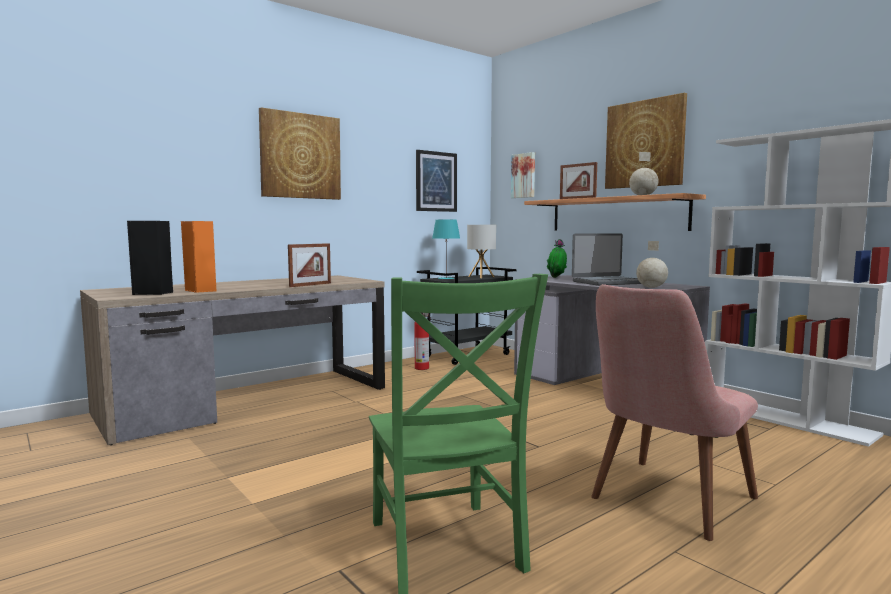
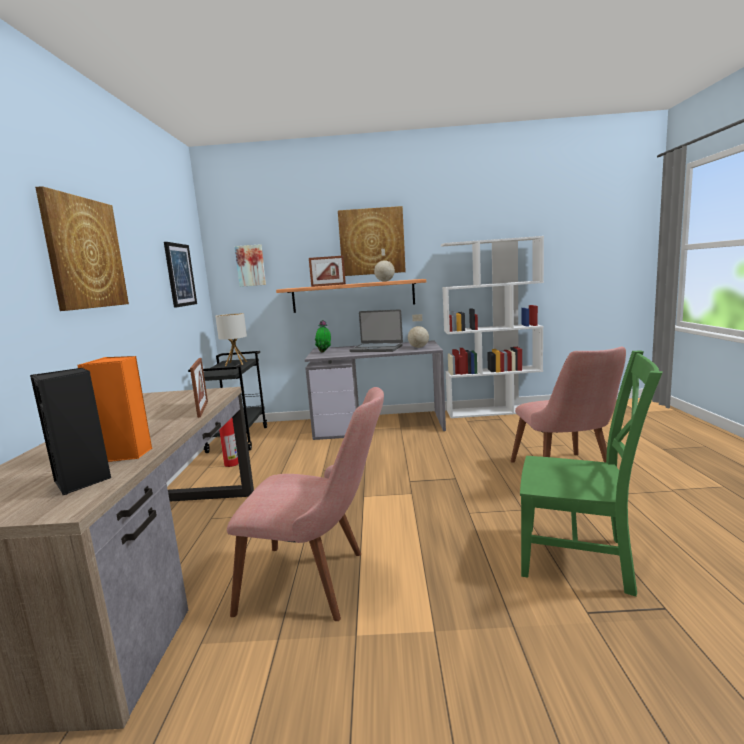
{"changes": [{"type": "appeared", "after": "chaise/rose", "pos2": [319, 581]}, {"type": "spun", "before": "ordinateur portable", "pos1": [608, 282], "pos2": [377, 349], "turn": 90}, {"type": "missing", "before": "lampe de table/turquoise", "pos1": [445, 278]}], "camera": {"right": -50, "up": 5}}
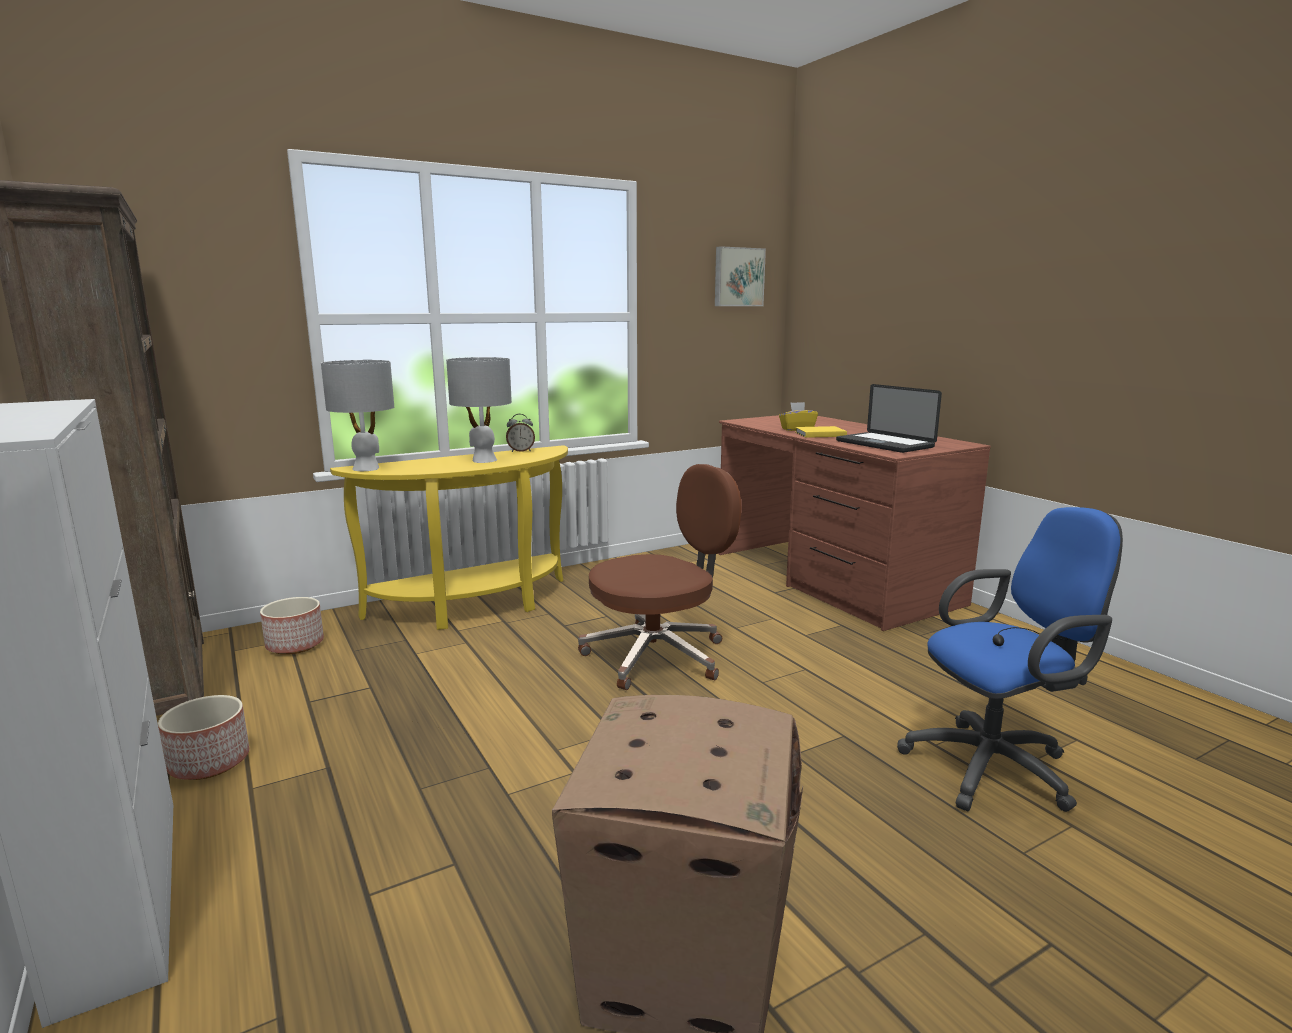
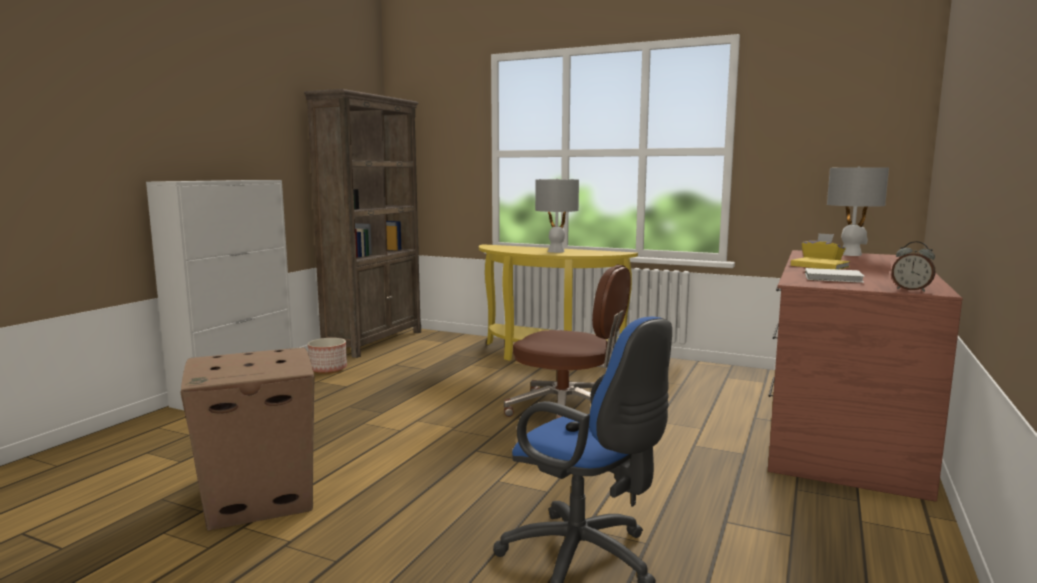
{"changes": [{"type": "exchanged", "before": "ordinateur portable", "after": "livre/blanc", "pos1": [884, 444], "pos2": [835, 278]}, {"type": "relocated", "before": "lampe de table/gris", "pos1": [366, 468], "pos2": [850, 254]}, {"type": "relocated", "before": "réveil", "pos1": [521, 451], "pos2": [911, 290]}, {"type": "missing", "before": "cache-pot", "pos1": [295, 645]}, {"type": "missing", "before": "tableau", "pos1": [738, 277]}], "camera": {"right": 55, "up": -5}}
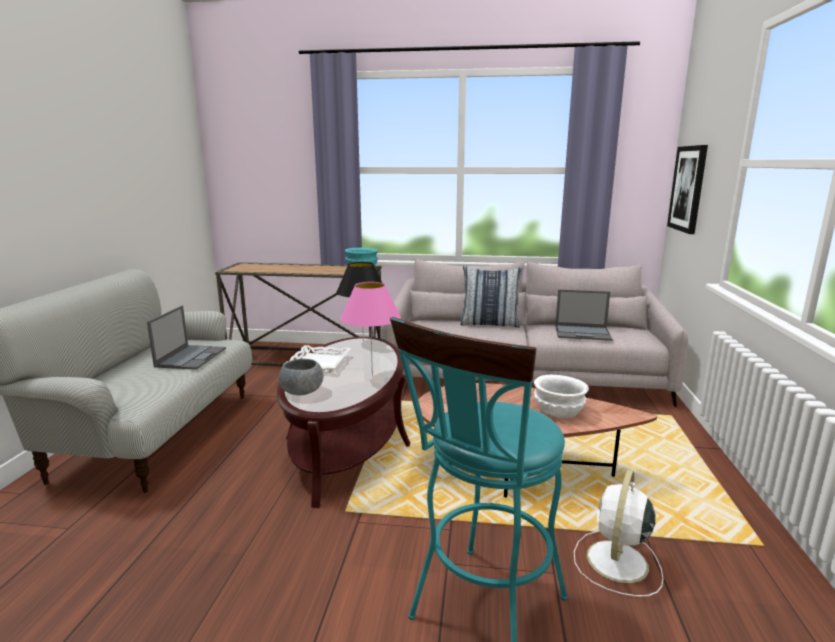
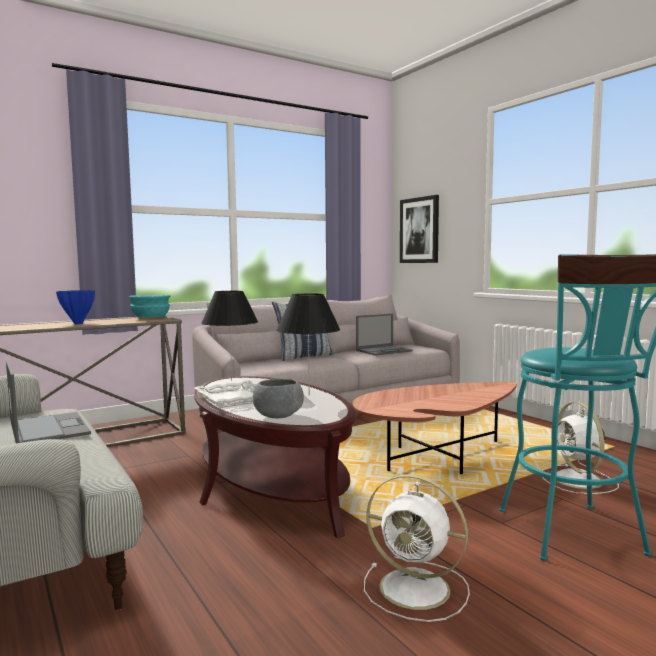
{"changes": [{"type": "appeared", "after": "vase/bleu", "pos2": [77, 323]}, {"type": "colour", "before": "lampe de table/rose", "after": "lampe de table/noir", "pos1": [372, 376], "pos2": [309, 395]}, {"type": "appeared", "after": "ventilateur/blanc", "pos2": [417, 589]}, {"type": "missing", "before": "bol/blanc", "pos1": [558, 410]}], "camera": {"right": -40, "up": -10}}
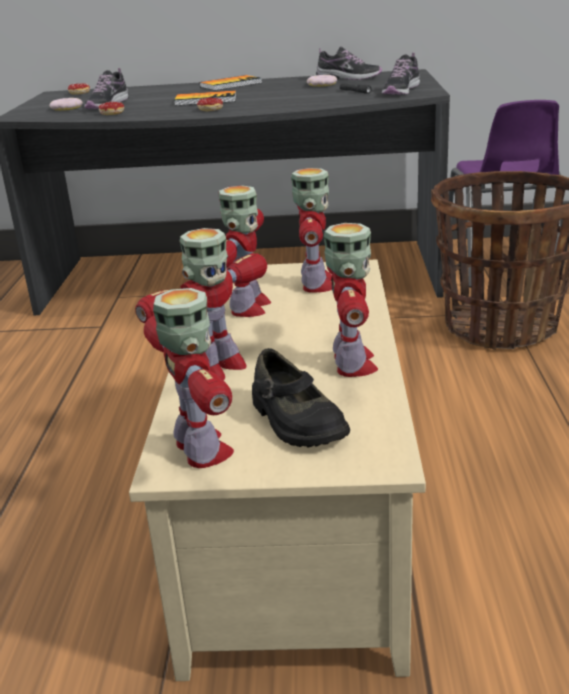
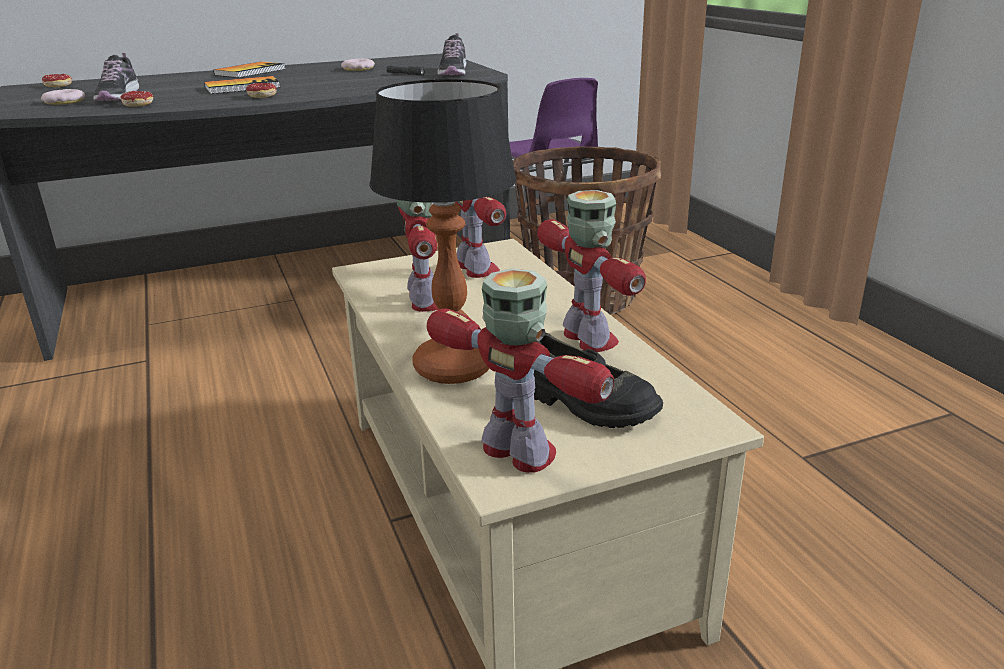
{"changes": [{"type": "exchanged", "before": "robot jouet", "after": "lampe de table", "pos1": [217, 368], "pos2": [452, 367]}, {"type": "missing", "before": "chaussure", "pos1": [348, 78]}], "camera": {"right": -25, "up": 0}}
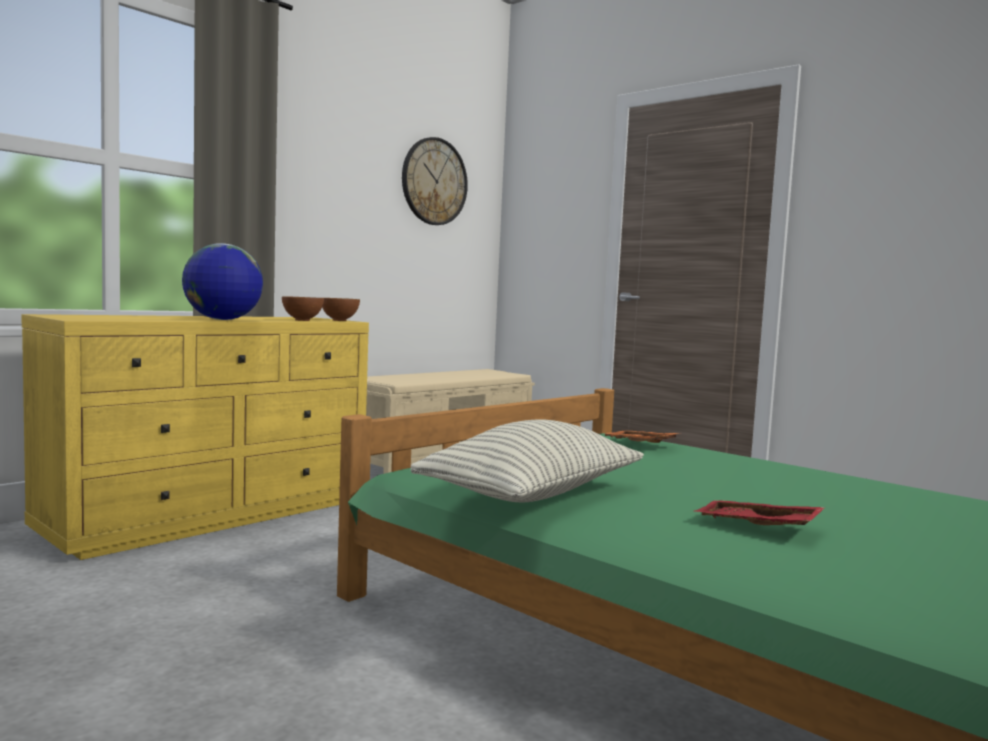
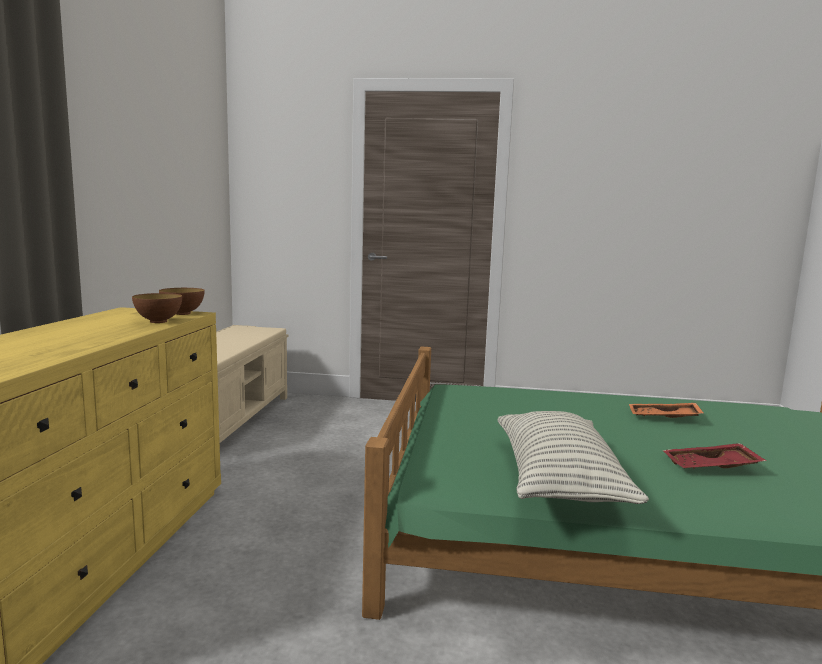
{"changes": [{"type": "relocated", "before": "plateau/orange", "pos1": [638, 444], "pos2": [663, 418]}, {"type": "missing", "before": "globe", "pos1": [222, 320]}, {"type": "missing", "before": "horloge murale", "pos1": [434, 181]}], "camera": {"right": -35, "up": 5}}
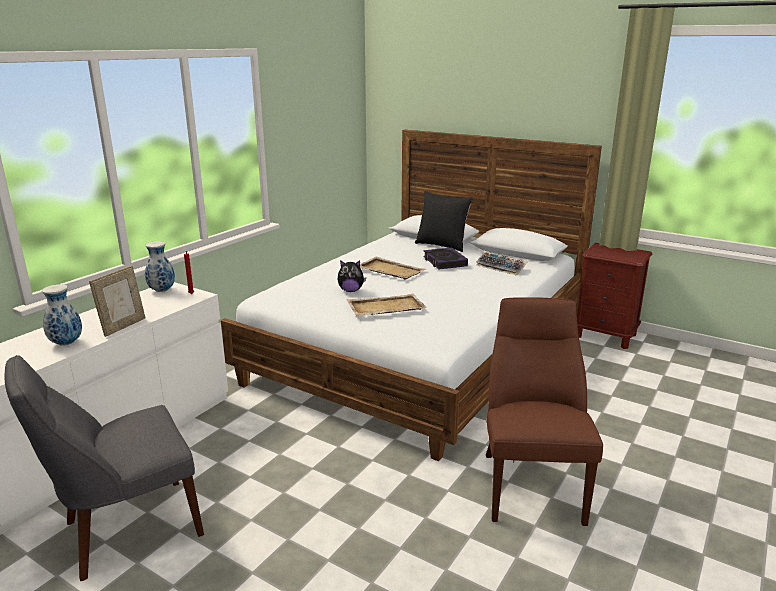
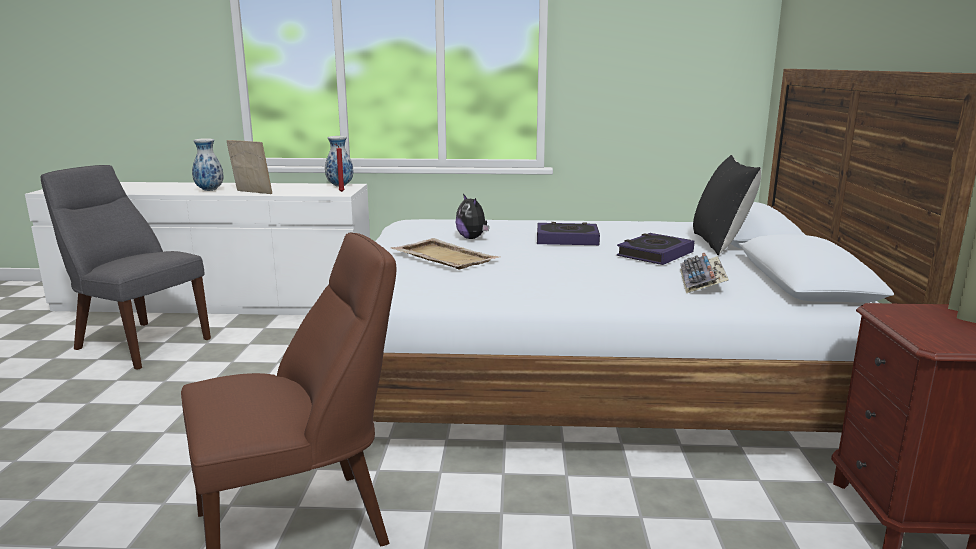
{"changes": [{"type": "spun", "before": "cadre photo", "pos1": [123, 326], "pos2": [252, 193], "turn": -150}, {"type": "exchanged", "before": "plateau/beige", "after": "livre", "pos1": [389, 270], "pos2": [567, 239]}], "camera": {"right": 60, "up": -5}}
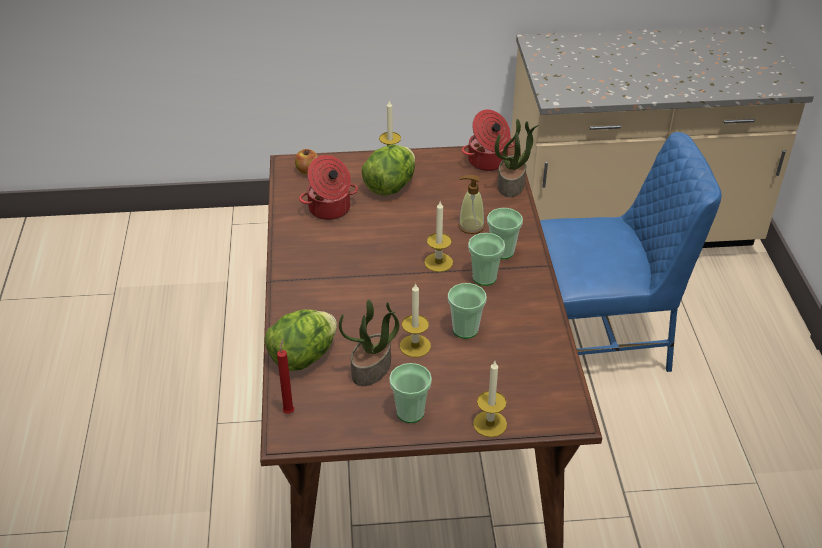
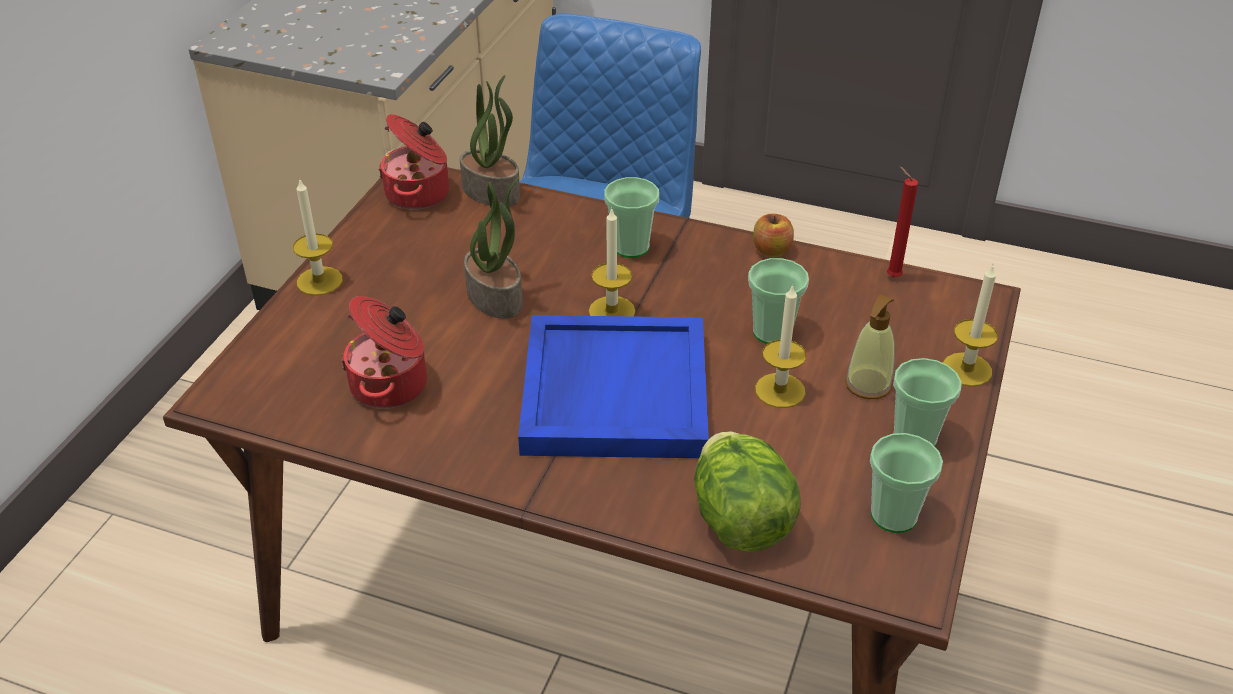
{"changes": [{"type": "relocated", "before": "plante en pot", "pos1": [371, 369], "pos2": [496, 297]}, {"type": "appeared", "after": "plateau/bleu", "pos2": [613, 391]}, {"type": "relocated", "before": "pomme", "pos1": [307, 171], "pos2": [771, 250]}, {"type": "relocated", "before": "distributeur de savon", "pos1": [471, 226], "pos2": [868, 385]}, {"type": "relocated", "before": "tasse", "pos1": [484, 277], "pos2": [894, 515]}, {"type": "relocated", "before": "bougie/rouge", "pos1": [289, 411], "pos2": [891, 276]}, {"type": "missing", "before": "laitue", "pos1": [390, 186]}], "camera": {"right": -65, "up": 0}}
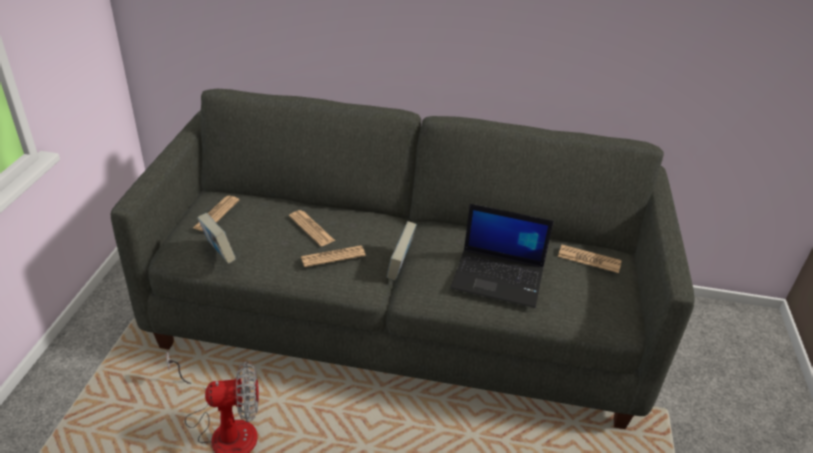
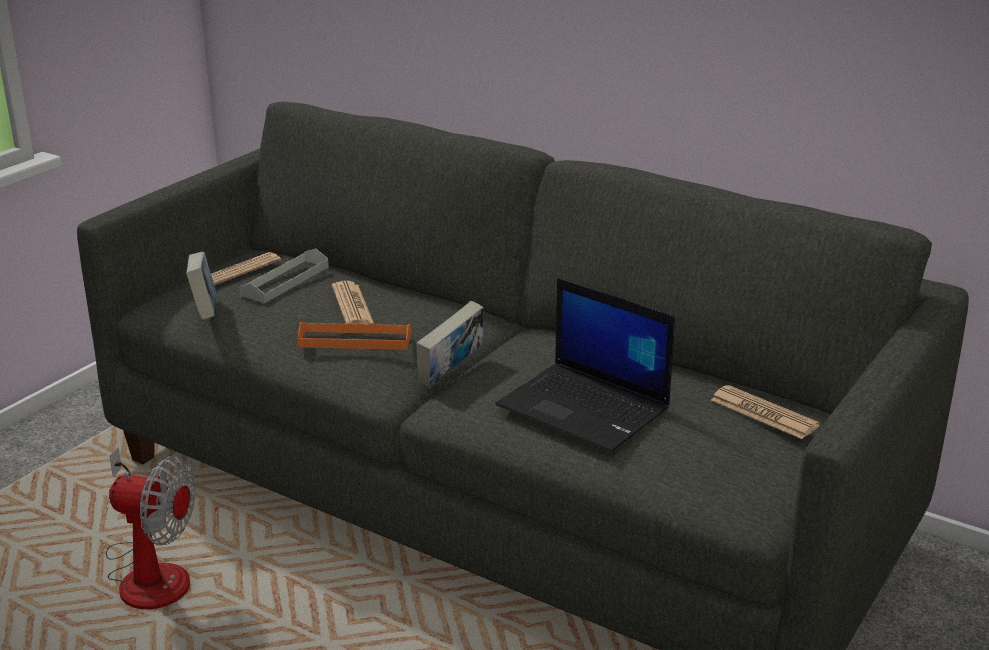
{"changes": [{"type": "appeared", "after": "plateau/gris", "pos2": [285, 281]}, {"type": "exchanged", "before": "journal", "after": "plateau/orange", "pos1": [333, 256], "pos2": [355, 340]}], "camera": {"right": 25, "up": -10}}
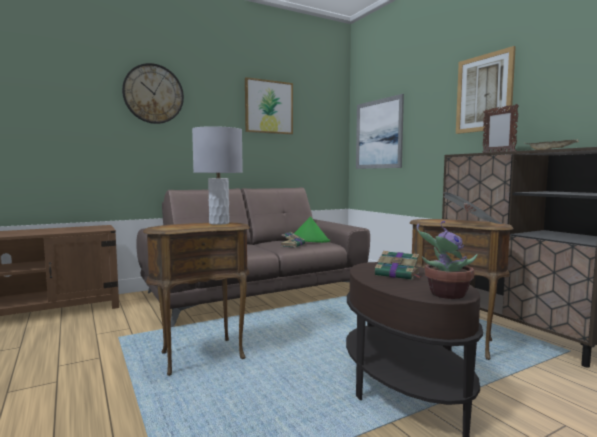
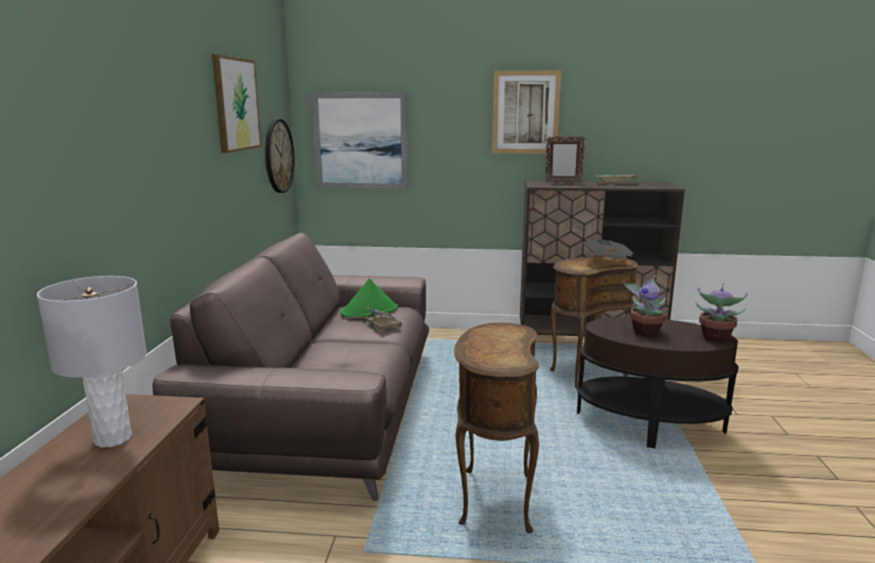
{"changes": [{"type": "relocated", "before": "lampe de table/gris", "pos1": [219, 223], "pos2": [112, 439]}, {"type": "relocated", "before": "horloge murale", "pos1": [153, 94], "pos2": [278, 156]}, {"type": "exchanged", "before": "livre", "after": "plante en pot", "pos1": [398, 274], "pos2": [644, 331]}], "camera": {"right": -55, "up": 10}}
